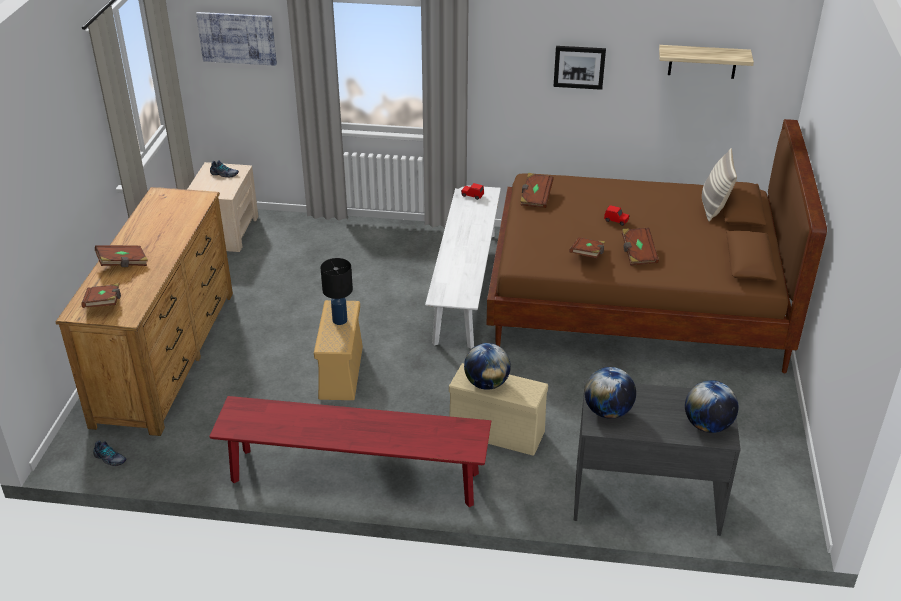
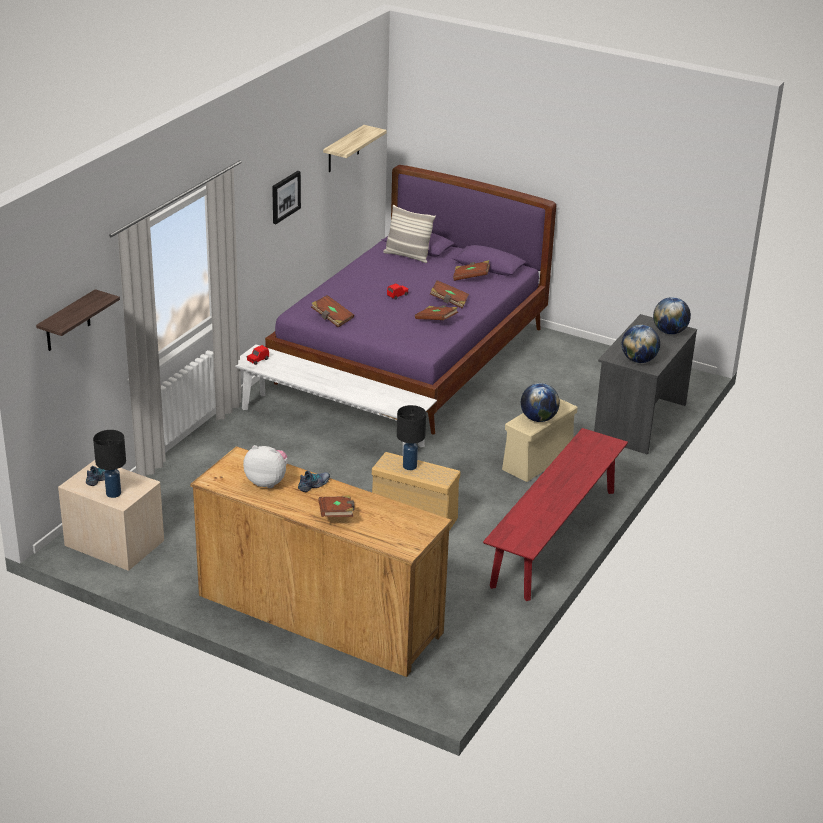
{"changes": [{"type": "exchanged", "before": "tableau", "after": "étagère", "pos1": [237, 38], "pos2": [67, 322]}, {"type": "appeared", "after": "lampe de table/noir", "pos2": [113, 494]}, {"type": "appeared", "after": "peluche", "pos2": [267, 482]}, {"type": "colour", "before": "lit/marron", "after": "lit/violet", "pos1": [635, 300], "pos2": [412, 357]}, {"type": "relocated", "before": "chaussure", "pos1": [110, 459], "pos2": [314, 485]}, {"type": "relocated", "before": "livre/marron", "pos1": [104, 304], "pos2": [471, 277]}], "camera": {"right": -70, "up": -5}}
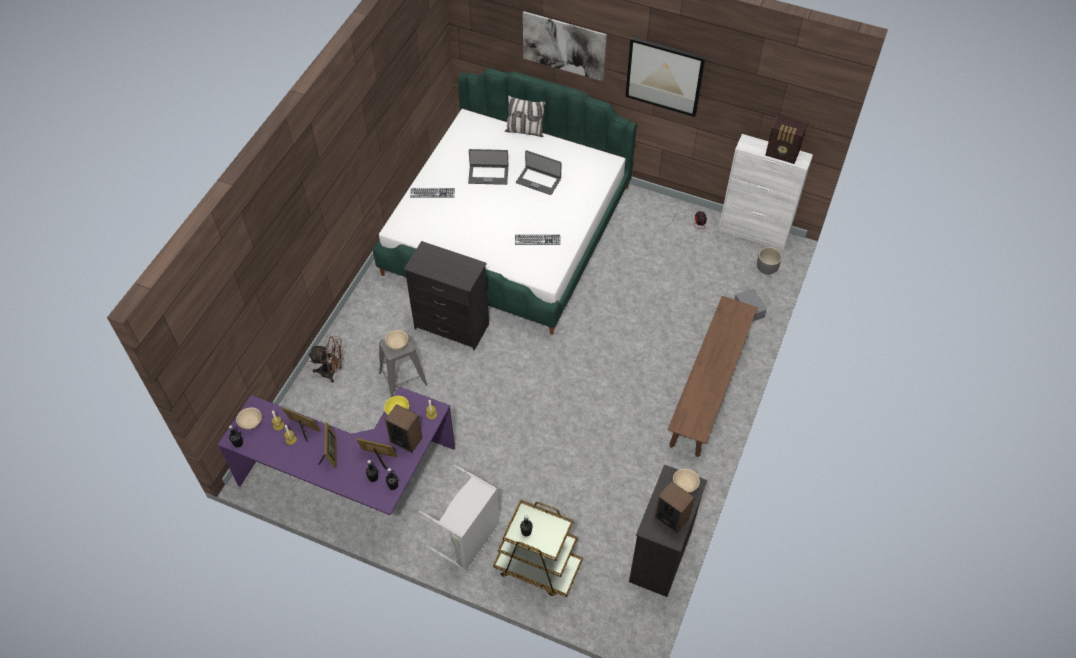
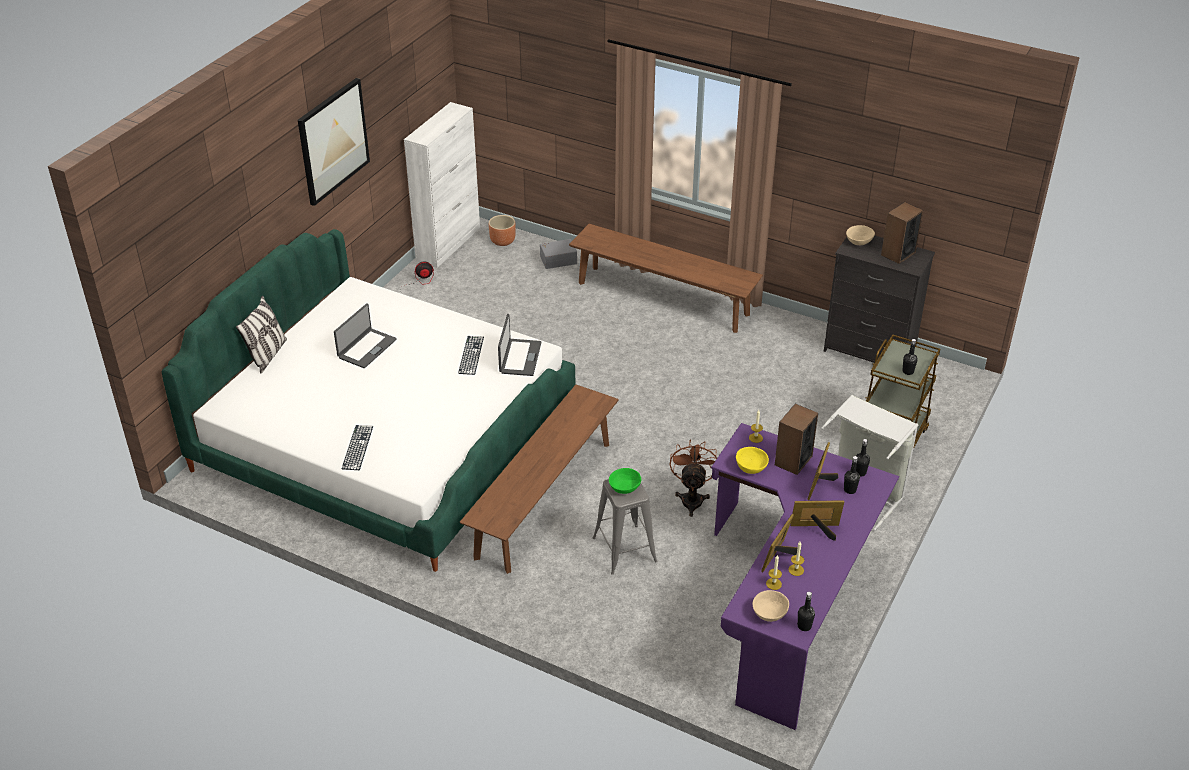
{"changes": [{"type": "exchanged", "before": "commode/noir", "after": "banc/marron", "pos1": [452, 327], "pos2": [544, 499]}, {"type": "colour", "before": "cache-pot/gris", "after": "cache-pot/marron", "pos1": [766, 268], "pos2": [502, 241]}, {"type": "relocated", "before": "ordinateur portable", "pos1": [488, 174], "pos2": [519, 358]}, {"type": "colour", "before": "bol/beige", "after": "bol/vert", "pos1": [398, 344], "pos2": [625, 488]}, {"type": "relocated", "before": "ventilateur/marron", "pos1": [332, 371], "pos2": [692, 498]}, {"type": "missing", "before": "tableau", "pos1": [564, 46]}, {"type": "missing", "before": "radio", "pos1": [782, 154]}], "camera": {"right": -85, "up": -15}}
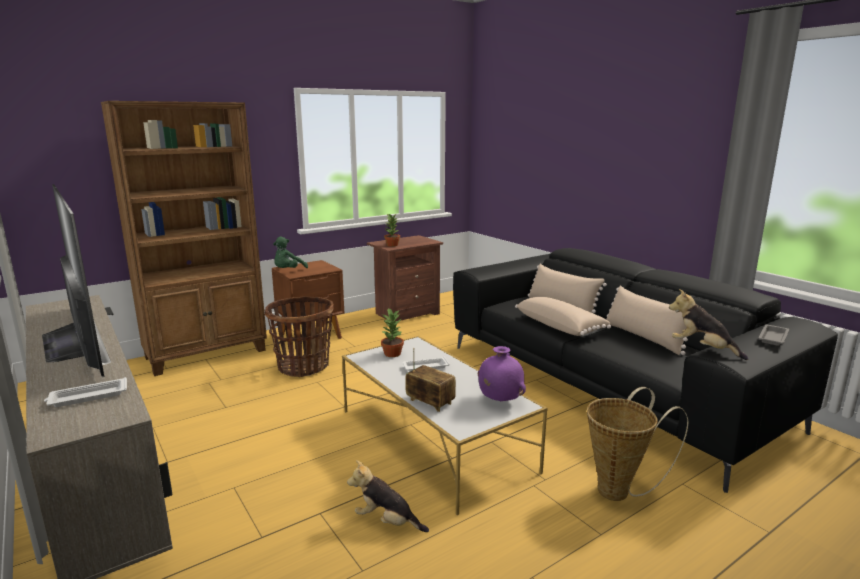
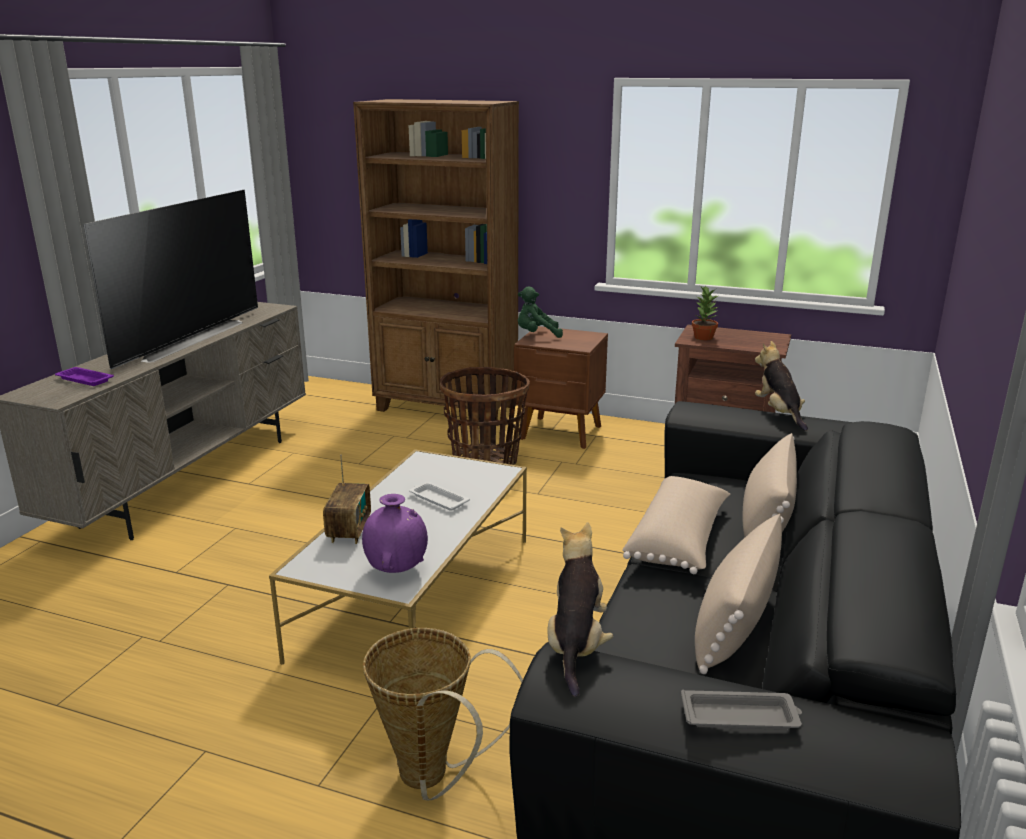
{"changes": [{"type": "colour", "before": "plateau/blanc", "after": "plateau/violet", "pos1": [87, 397], "pos2": [84, 380]}, {"type": "relocated", "before": "peluche", "pos1": [387, 521], "pos2": [779, 413]}, {"type": "missing", "before": "plante en pot", "pos1": [392, 353]}], "camera": {"right": 55, "up": 5}}
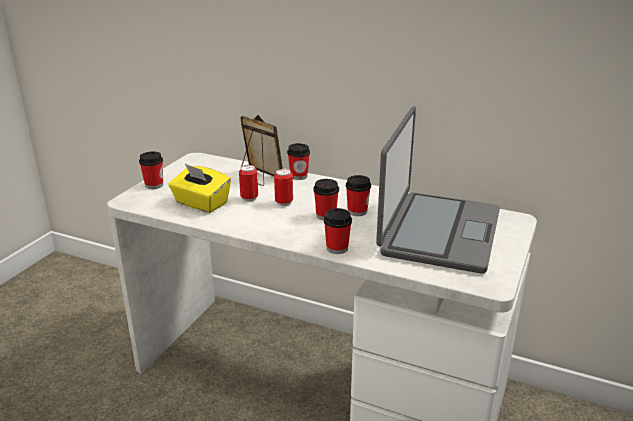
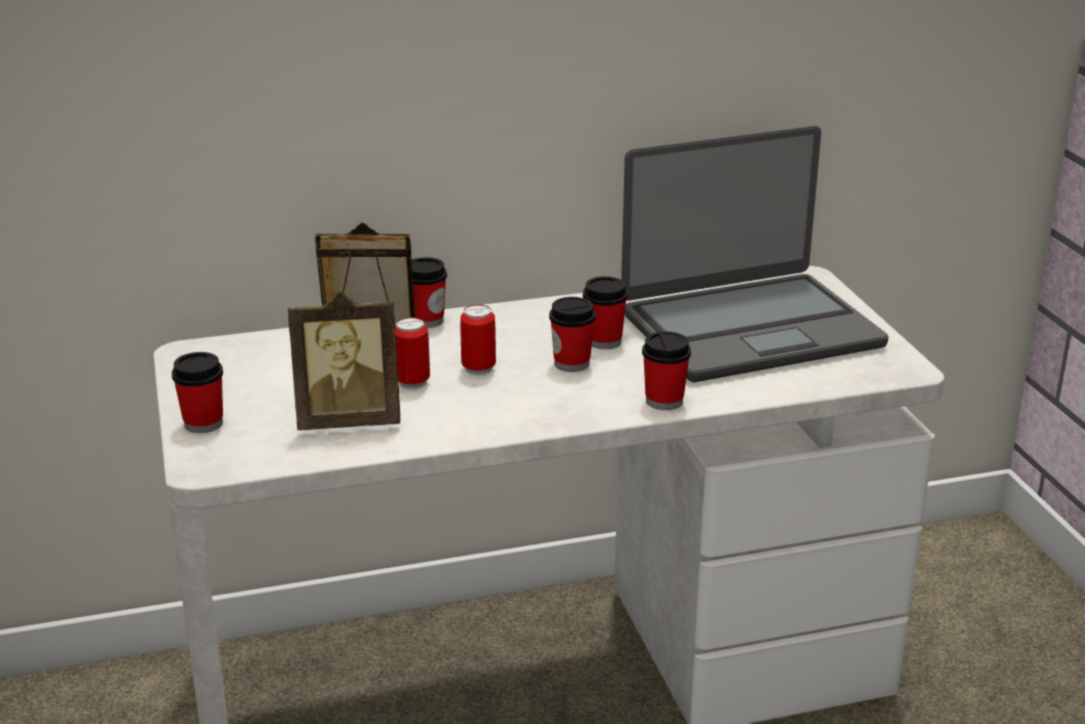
{"changes": [{"type": "exchanged", "before": "boîte à mouchoirs/jaune", "after": "cadre photo", "pos1": [201, 203], "pos2": [349, 420]}, {"type": "spun", "before": "ordinateur portable", "pos1": [438, 232], "pos2": [749, 329], "turn": 90}], "camera": {"right": -40, "up": 0}}
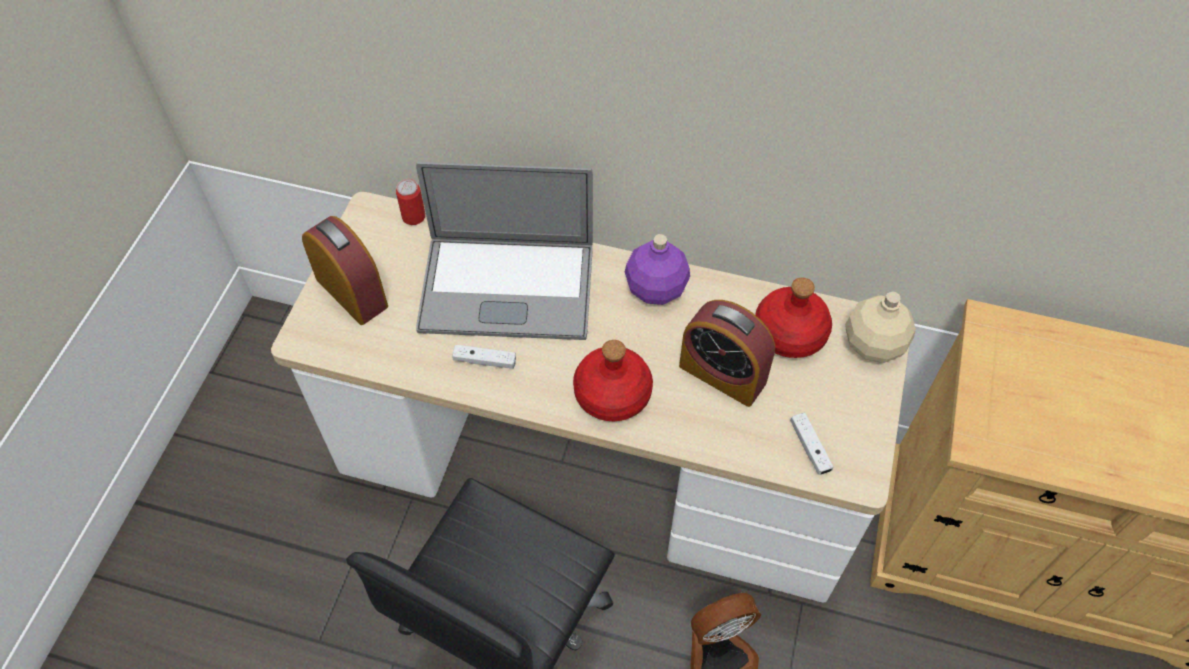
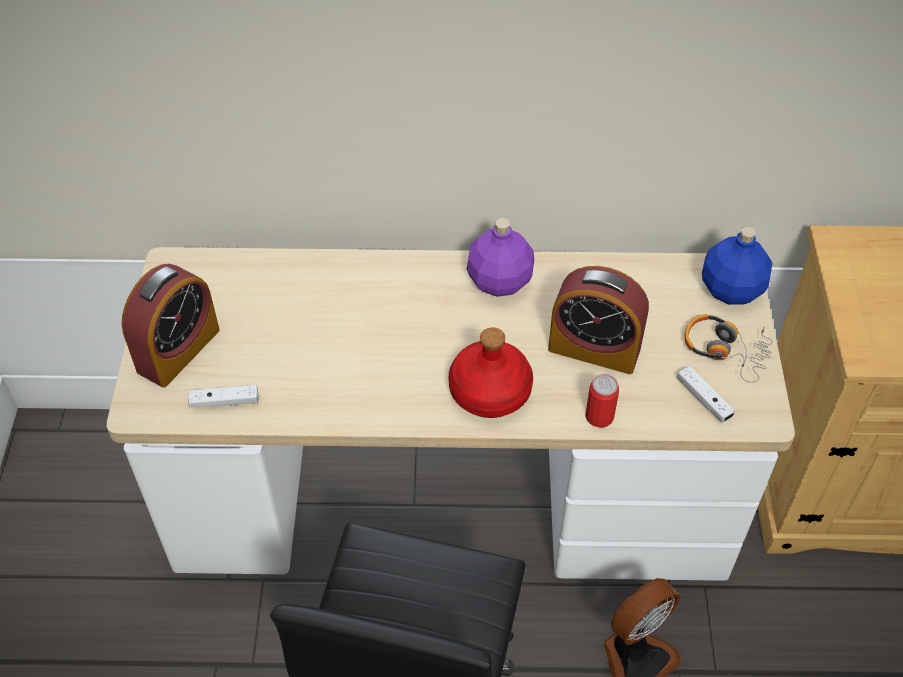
{"changes": [{"type": "spun", "before": "réveil", "pos1": [351, 292], "pos2": [178, 350], "turn": 90}, {"type": "relocated", "before": "manette/blanc", "pos1": [485, 361], "pos2": [224, 402]}, {"type": "relocated", "before": "boîte métallique", "pos1": [413, 216], "pos2": [599, 416]}, {"type": "appeared", "after": "casque audio", "pos2": [726, 350]}, {"type": "colour", "before": "bouteille/beige", "after": "bouteille/bleu", "pos1": [873, 345], "pos2": [731, 290]}, {"type": "missing", "before": "ordinateur portable", "pos1": [507, 288]}, {"type": "missing", "before": "bouteille/rouge", "pos1": [790, 333]}], "camera": {"right": -15, "up": -5}}
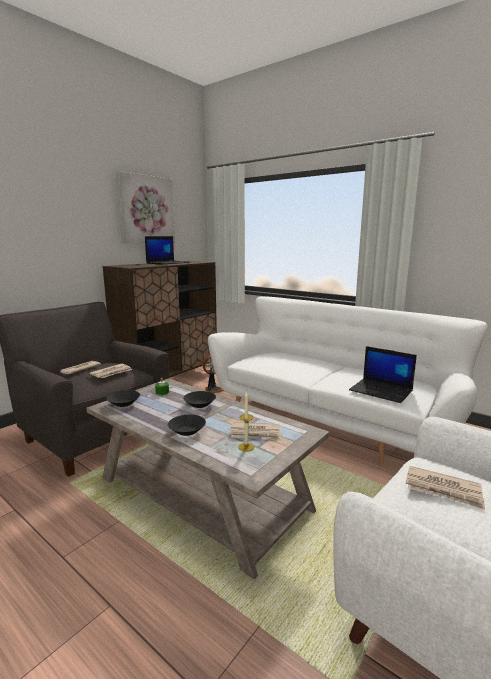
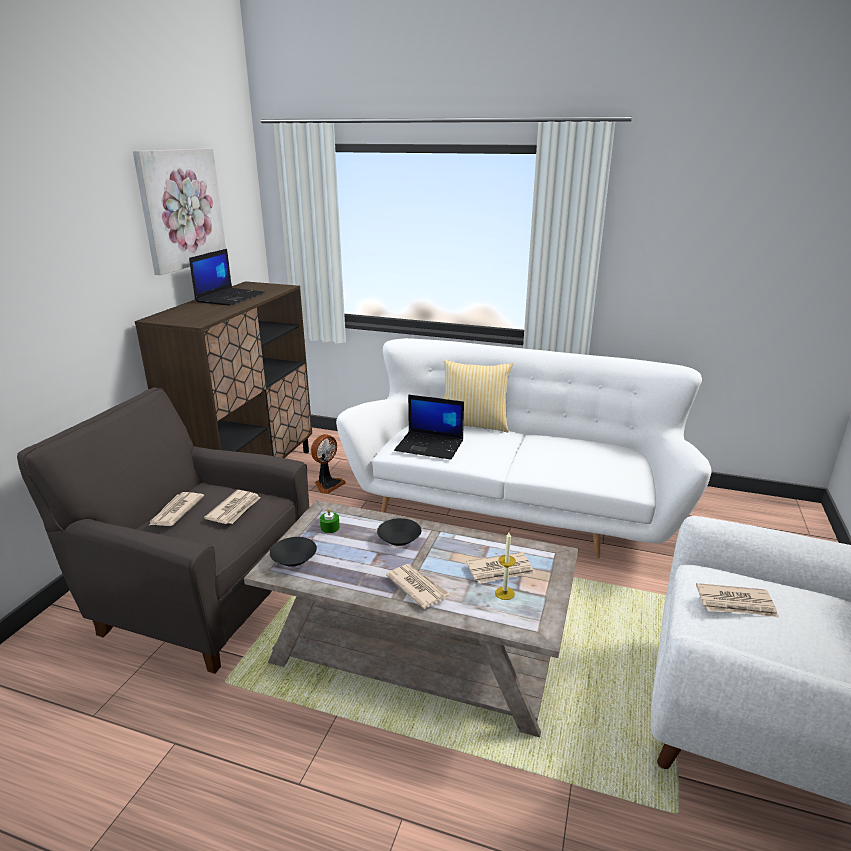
{"changes": [{"type": "exchanged", "before": "bol/noir", "after": "journal", "pos1": [186, 431], "pos2": [417, 587]}, {"type": "relocated", "before": "ordinateur portable", "pos1": [381, 391], "pos2": [430, 446]}, {"type": "appeared", "after": "coussin", "pos2": [474, 425]}], "camera": {"right": -20, "up": 10}}
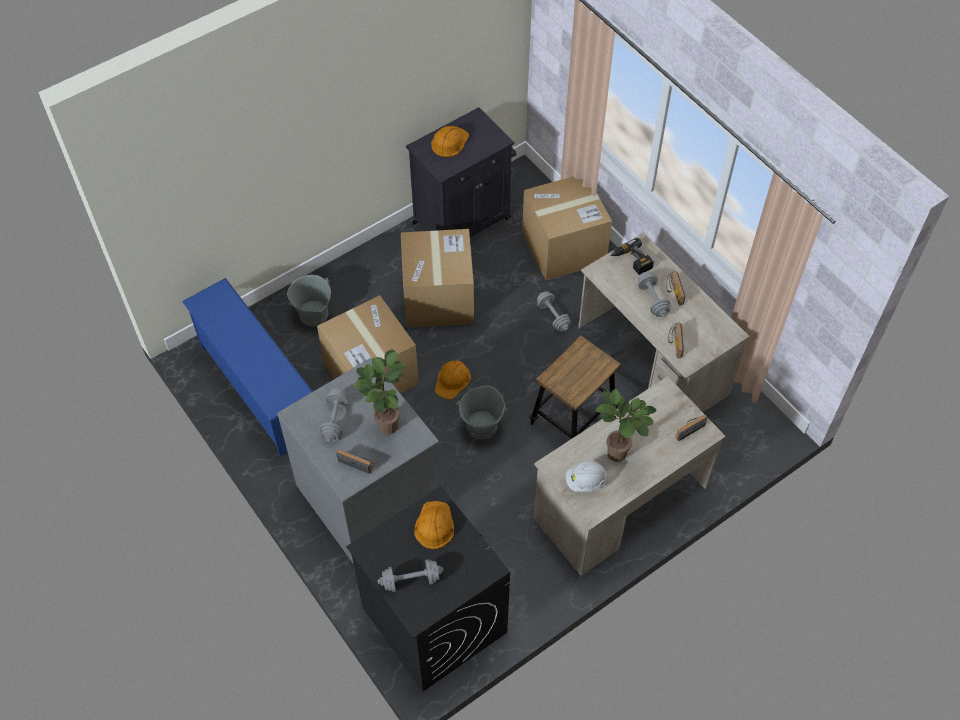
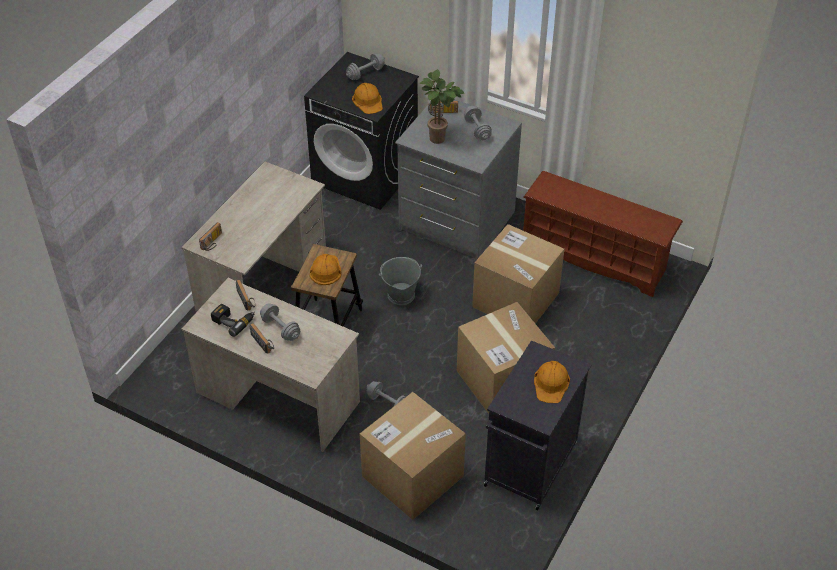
{"changes": [{"type": "relocated", "before": "perceuse", "pos1": [631, 261], "pos2": [234, 321]}, {"type": "relocated", "before": "casque de chantier/orange", "pos1": [452, 380], "pos2": [325, 270]}, {"type": "colour", "before": "étagère à chaussures/bleu", "after": "étagère à chaussures/marron", "pos1": [258, 390], "pos2": [595, 258]}, {"type": "missing", "before": "seau/gris", "pos1": [313, 314]}, {"type": "missing", "before": "casque de chantier/blanc", "pos1": [585, 481]}, {"type": "missing", "before": "plante en pot", "pos1": [620, 454]}], "camera": {"right": 155, "up": -10}}
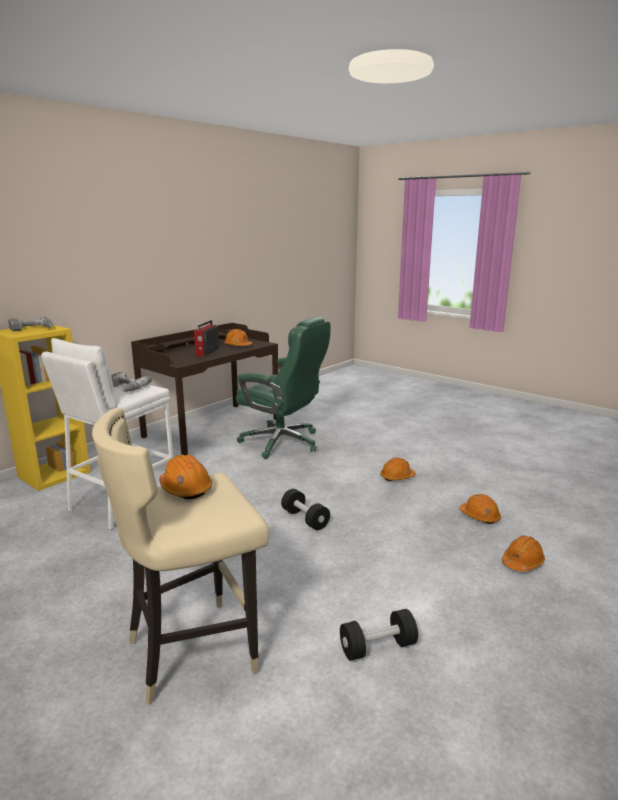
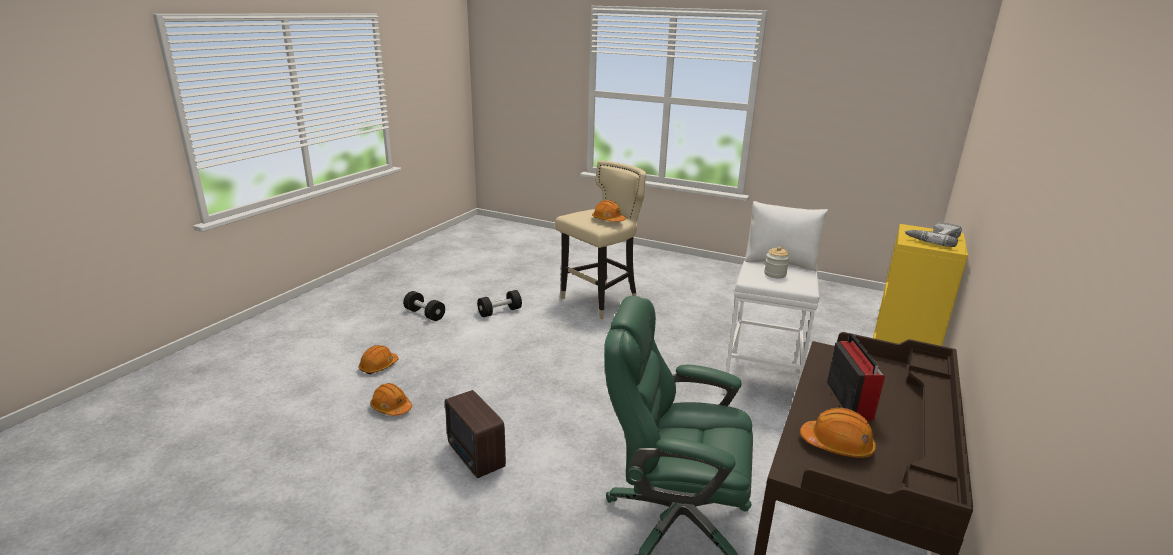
{"changes": [{"type": "relocated", "before": "haltère/noir", "pos1": [305, 519], "pos2": [424, 314]}, {"type": "exchanged", "before": "casque de chantier/orange", "after": "radio", "pos1": [397, 477], "pos2": [475, 457]}, {"type": "exchanged", "before": "perceuse", "after": "bocal", "pos1": [124, 388], "pos2": [775, 274]}], "camera": {"right": 165, "up": 5}}
